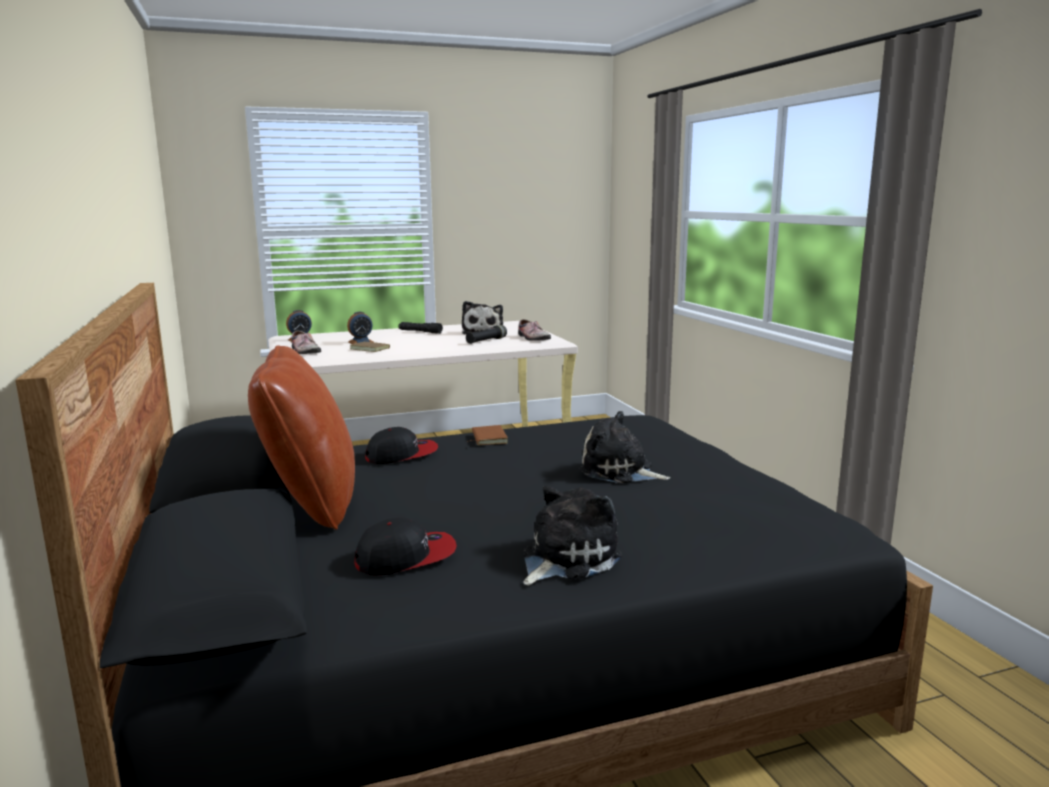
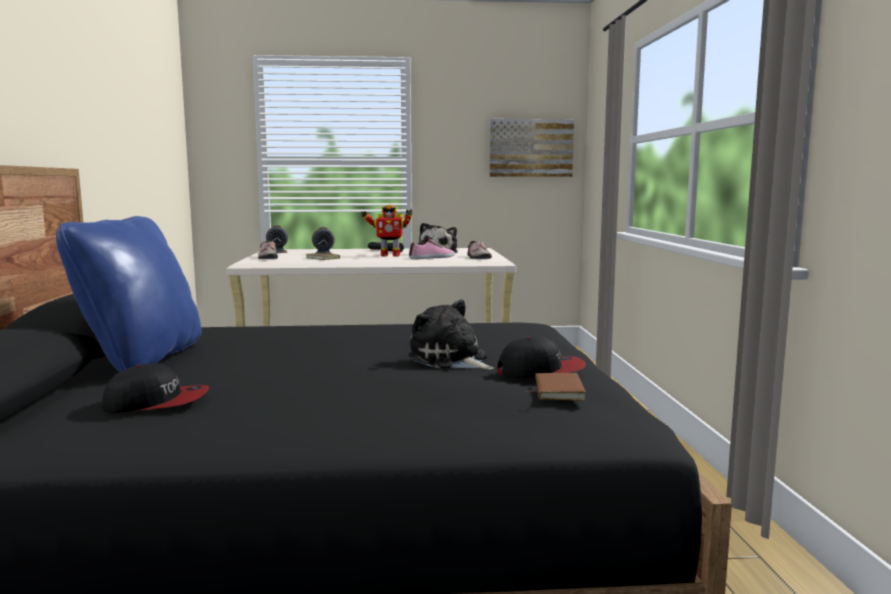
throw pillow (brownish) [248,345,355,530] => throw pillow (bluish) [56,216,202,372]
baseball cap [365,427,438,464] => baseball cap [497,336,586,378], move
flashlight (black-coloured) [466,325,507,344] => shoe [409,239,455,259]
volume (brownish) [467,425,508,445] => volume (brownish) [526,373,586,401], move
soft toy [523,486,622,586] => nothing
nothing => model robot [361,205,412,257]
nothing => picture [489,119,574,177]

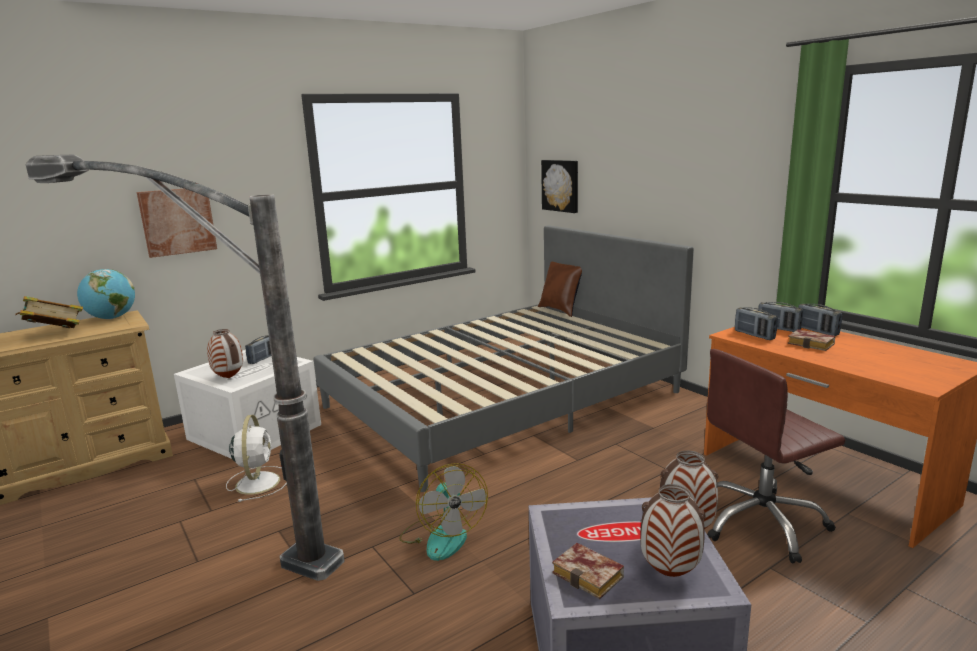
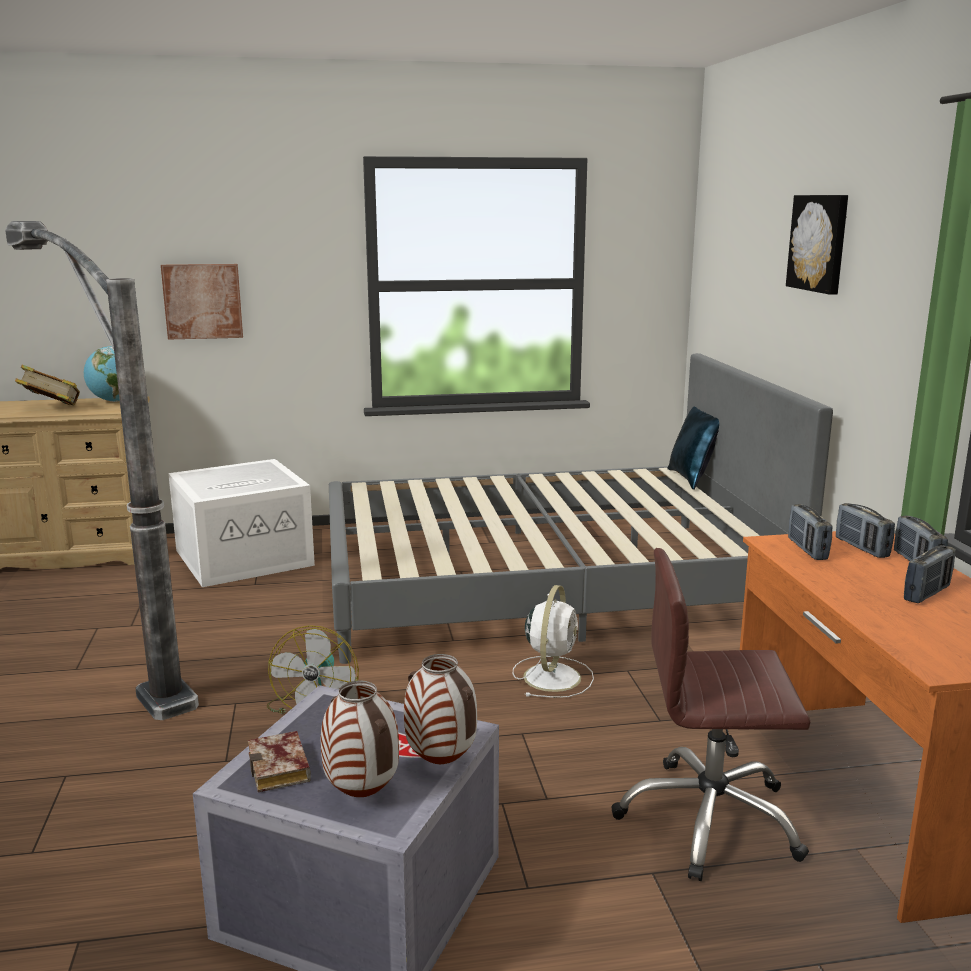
flower vase [207,329,243,378] => nothing
electric fan (white-coloured) [226,415,287,502] => electric fan (white-coloured) [513,585,594,698], move
radio [245,335,272,364] => radio [904,545,956,604], move
throw pillow (brownish) [538,262,582,317] => throw pillow (bluish) [667,407,719,490]
picture [541,160,578,213] => picture [786,195,848,295], move
volume [788,329,836,351] => nothing

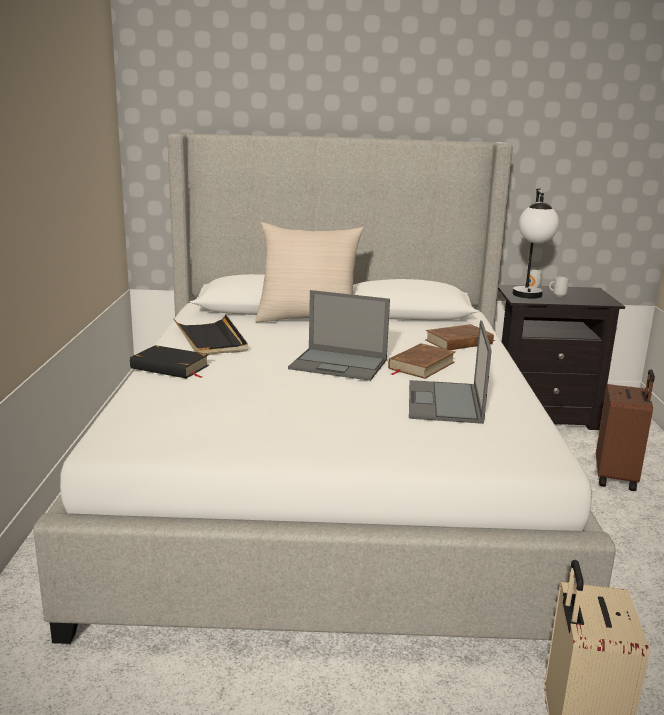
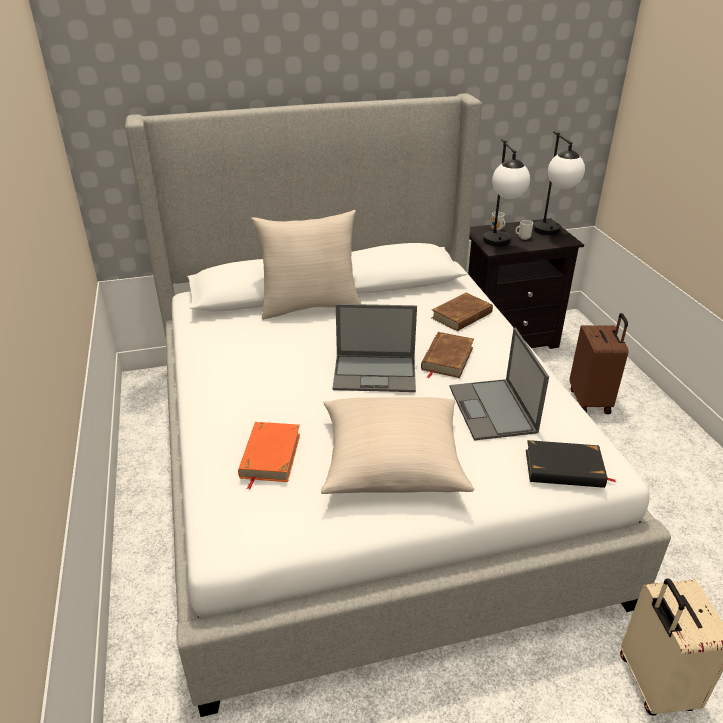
volume (black-coloured) [130,345,209,379] => volume (black-coloured) [526,440,616,488], move
carrying tray (black-coloured) [173,314,248,355] => nothing
nothing => volume (orange-coloured) [238,422,300,489]
nothing => throw pillow (beige) [321,397,474,494]
nothing => tabletop lamp [534,131,585,235]

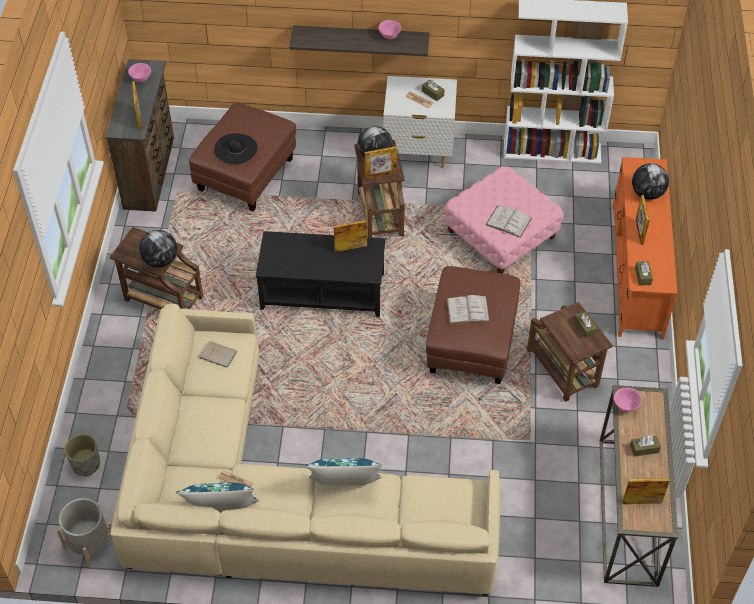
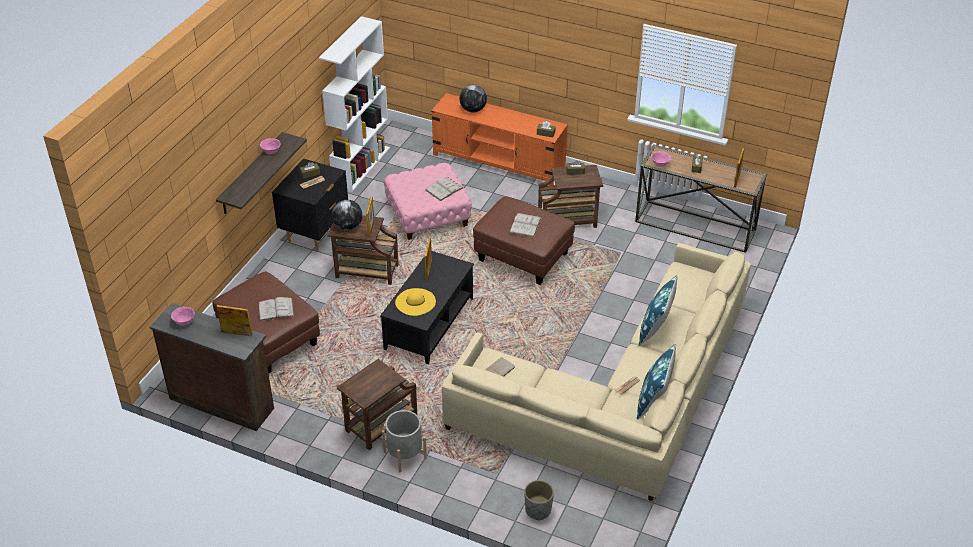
flower pot (grey) [56,498,112,568] => flower pot (grey) [382,410,427,472], move
desk globe [139,230,177,268] => nothing
clothing hat (black-coloured) [214,133,257,164] => volume (white-coloured) [258,297,294,321]
bedside table (white-coloured) [383,76,457,168] => bedside table (black-coloured) [272,158,348,252]
picture frame [636,195,650,245] => nothing
nothing => clothing hat (yellow) [395,288,436,316]

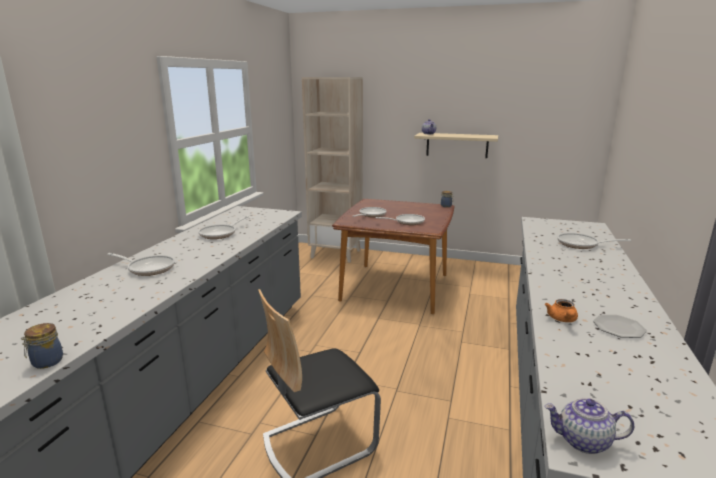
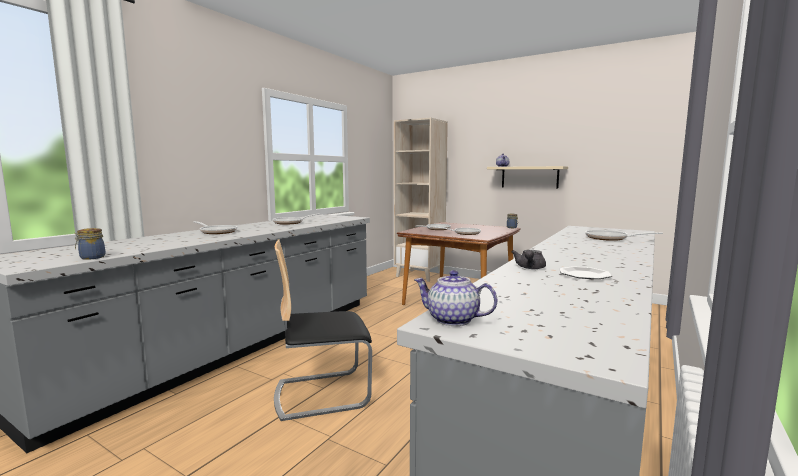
tea pot (orange-coloured) [545,299,578,322] => tea pot (grey) [512,250,546,269]

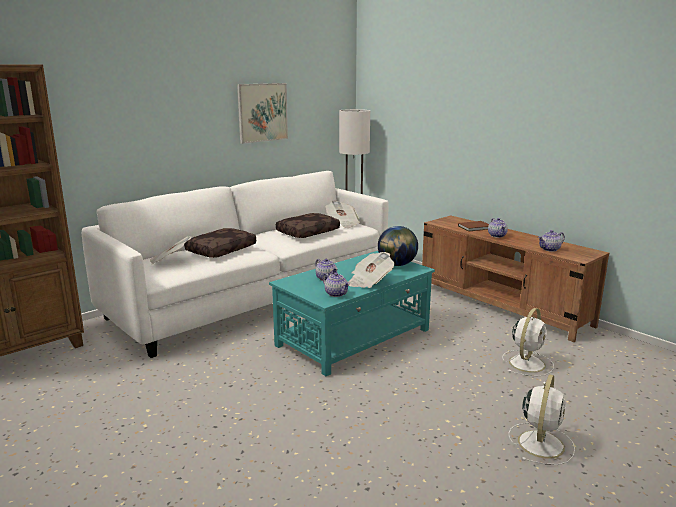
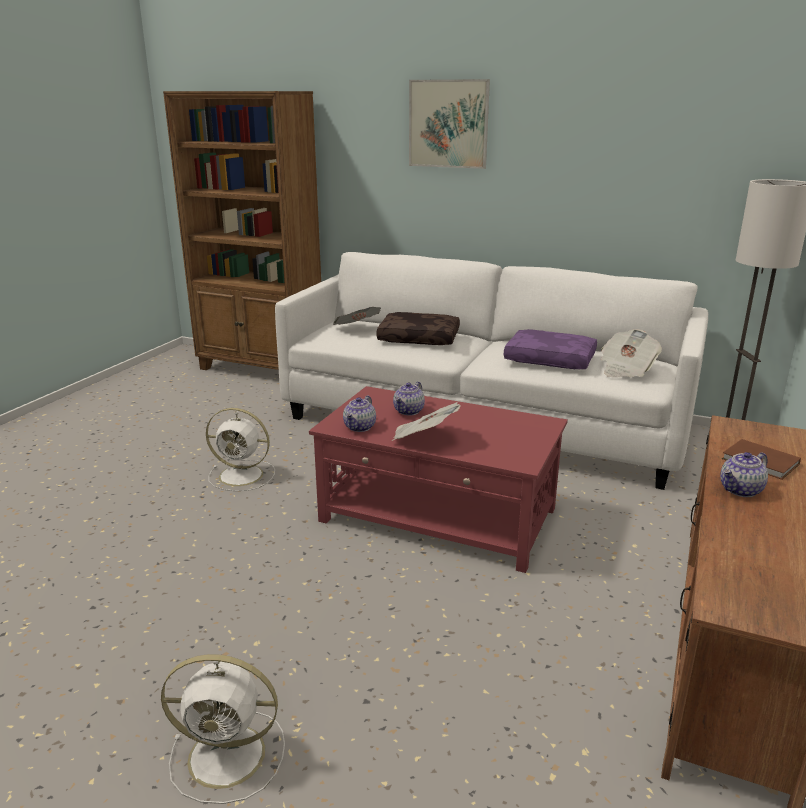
picture [237,83,288,144] => picture [409,79,490,169], move
low table (blue-green) [269,251,435,376] => low table (reddish) [309,386,568,573]
throw pillow (brownish) [276,213,340,238] => throw pillow (purple-coloured) [504,329,597,369]
desk globe [378,226,418,266] => nothing
electric fan (white-coloured) [502,308,554,377] => electric fan (white-coloured) [206,408,275,491], move
tea pot [538,230,565,252] => nothing

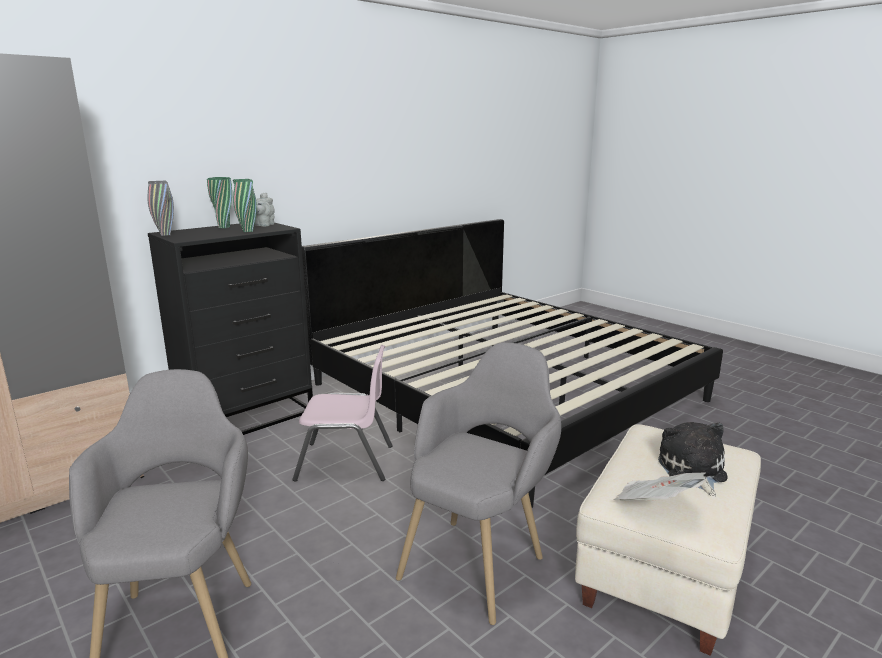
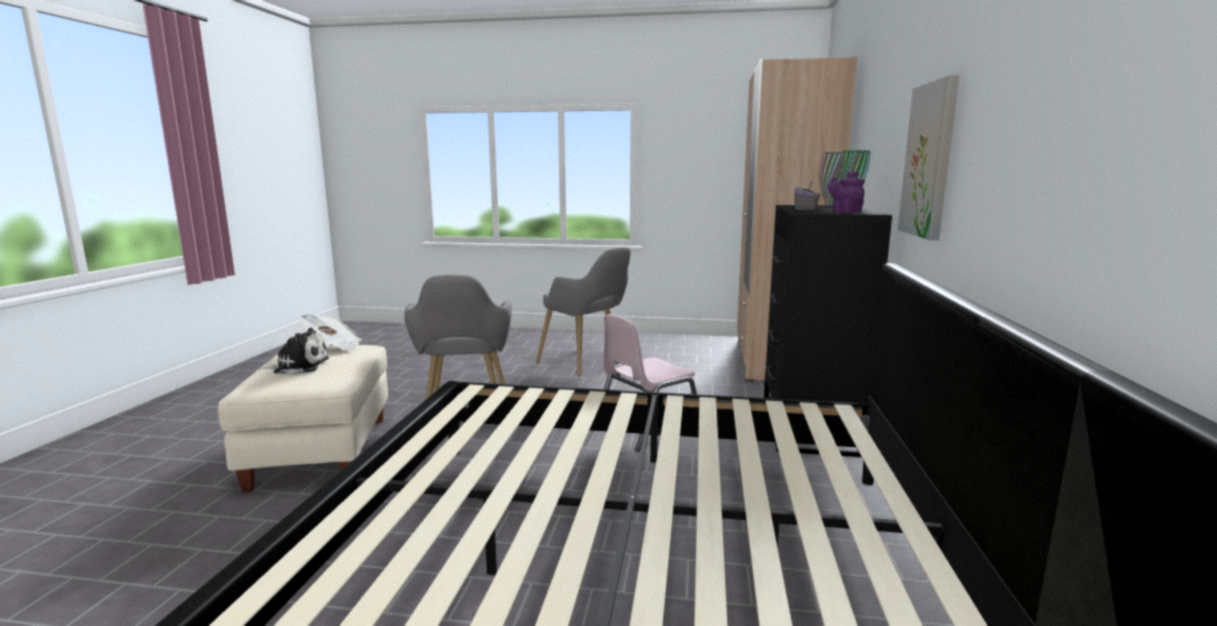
flower vase (greenish) [233,179,257,232] => box of tissues (grey) [794,181,820,211]
tea pot (grey) [255,193,274,226] => tea pot (purple-coloured) [828,171,865,213]
soft toy [658,422,727,496] => soft toy [259,328,329,375], 60 degrees counterclockwise
nothing => picture [898,75,959,240]

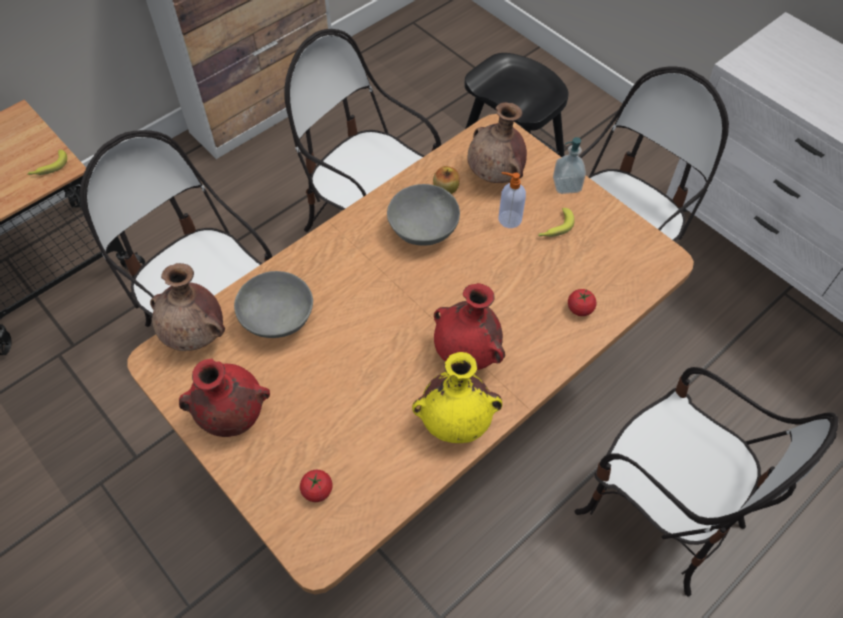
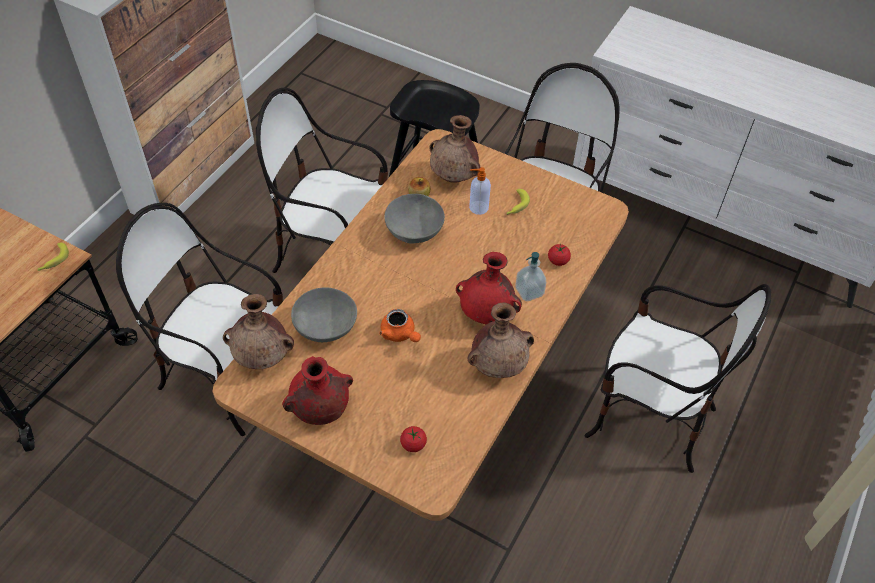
flower vase (yellow) [412,352,502,443] => flower vase (brownish) [467,303,534,378]
liquid soap bottle [553,137,586,194] => liquid soap bottle [516,252,546,301], move
nothing => tea pot (orange-coloured) [379,309,421,342]

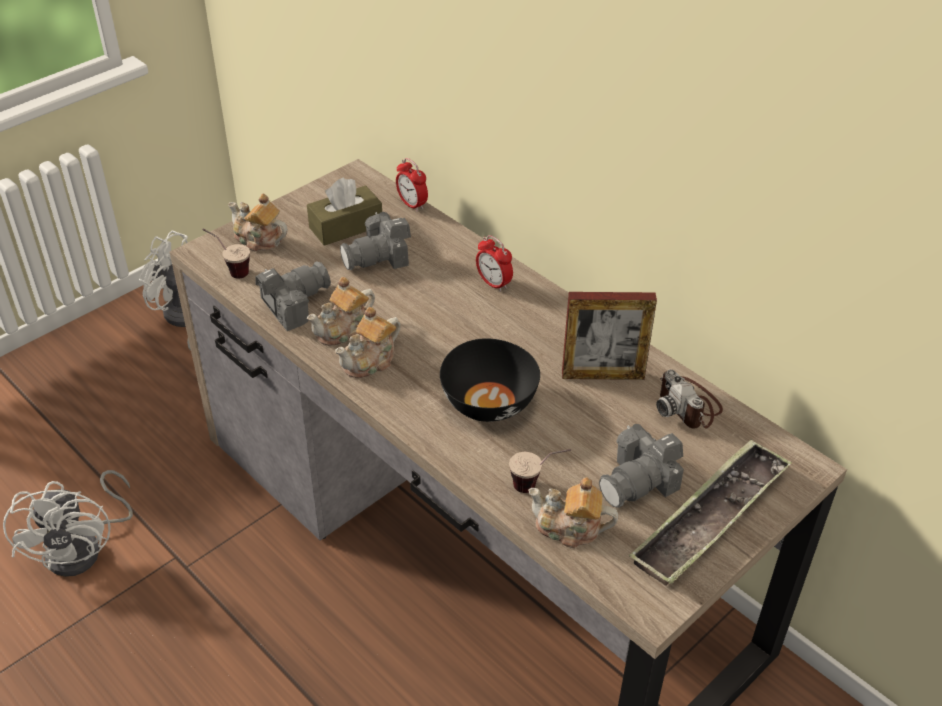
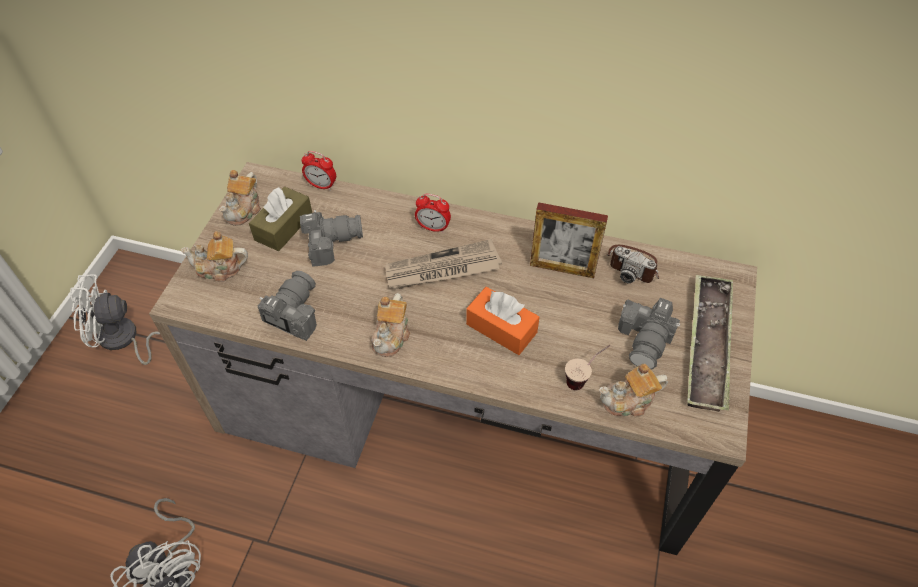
cup [202,229,250,279] => nothing
tea pot [307,277,375,346] => tea pot [219,170,261,226], move
still camera [340,212,411,270] => still camera [300,210,363,267], 135 degrees counterclockwise
serving bowl (black-coloured) [440,338,540,422] => box of tissues (orange-coloured) [466,287,540,355]
picture frame [562,292,657,380] => picture frame [530,202,608,278], 45 degrees clockwise
nothing => daily paper [385,239,502,290]

